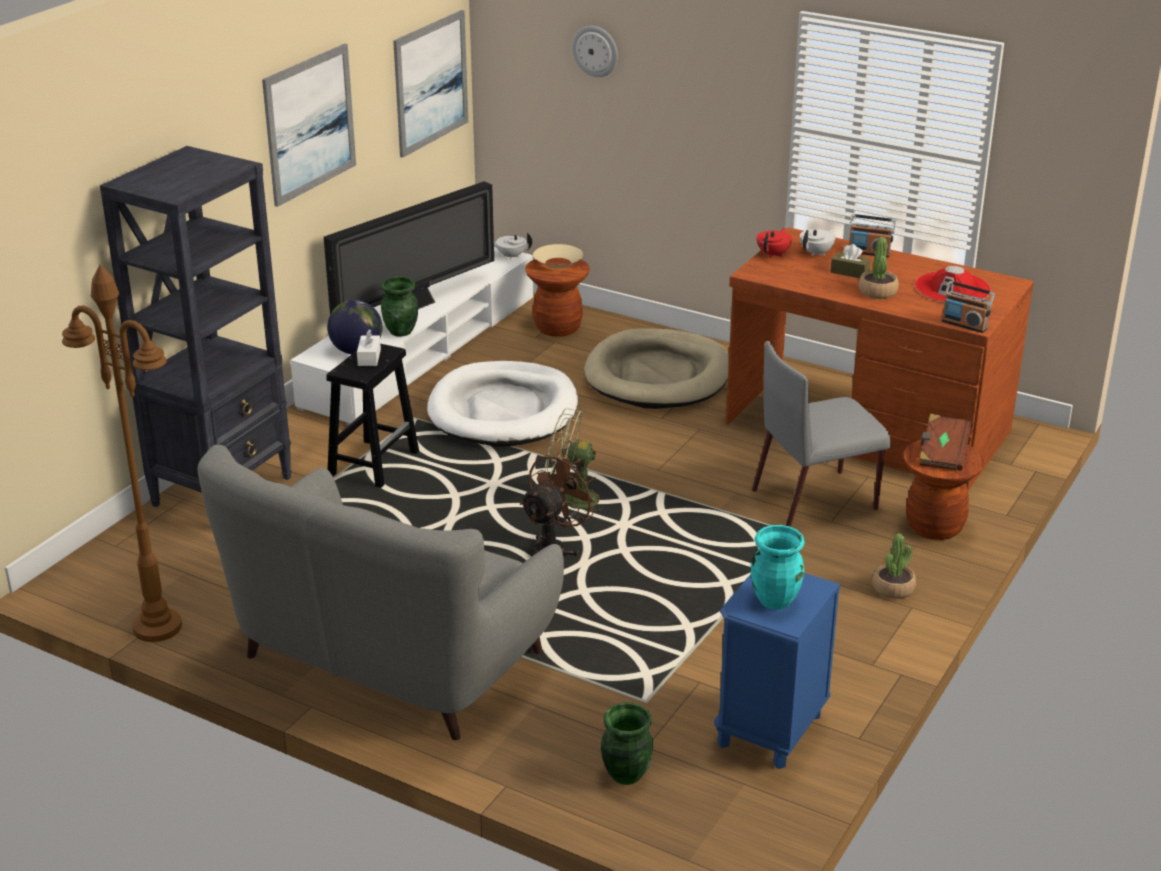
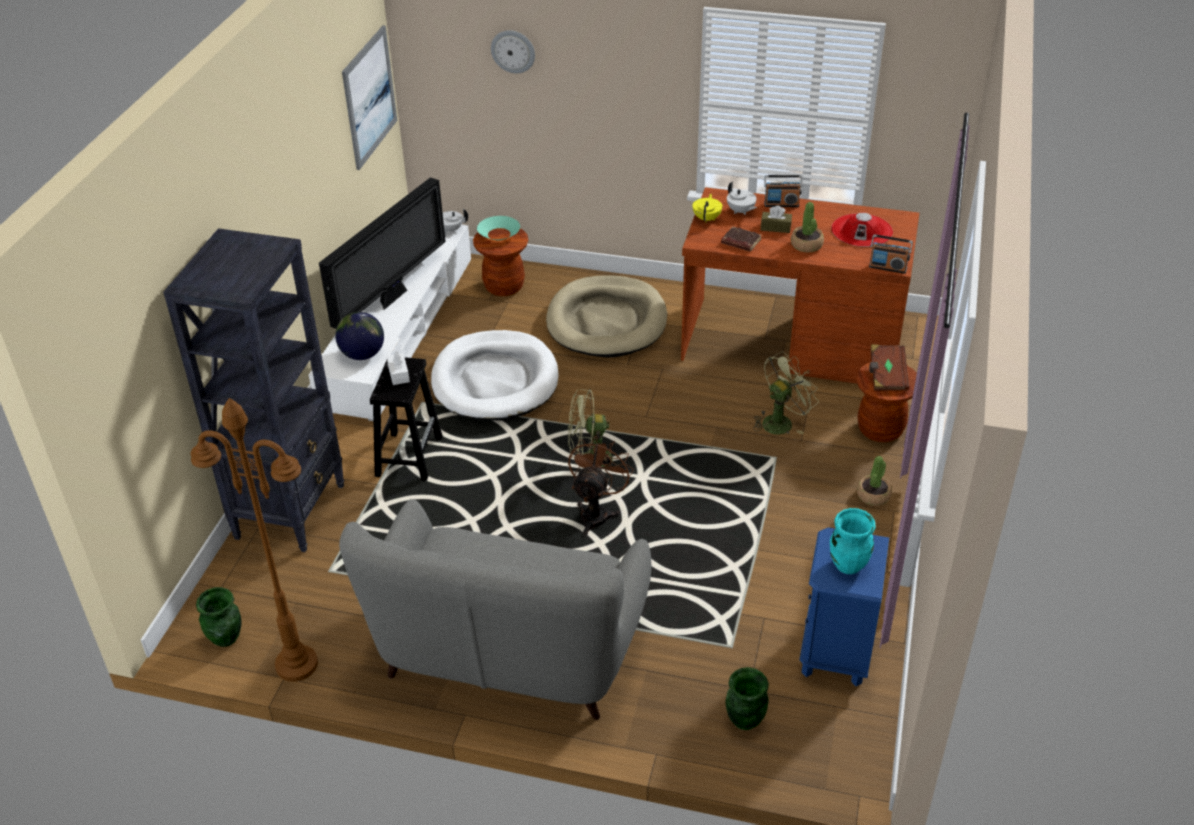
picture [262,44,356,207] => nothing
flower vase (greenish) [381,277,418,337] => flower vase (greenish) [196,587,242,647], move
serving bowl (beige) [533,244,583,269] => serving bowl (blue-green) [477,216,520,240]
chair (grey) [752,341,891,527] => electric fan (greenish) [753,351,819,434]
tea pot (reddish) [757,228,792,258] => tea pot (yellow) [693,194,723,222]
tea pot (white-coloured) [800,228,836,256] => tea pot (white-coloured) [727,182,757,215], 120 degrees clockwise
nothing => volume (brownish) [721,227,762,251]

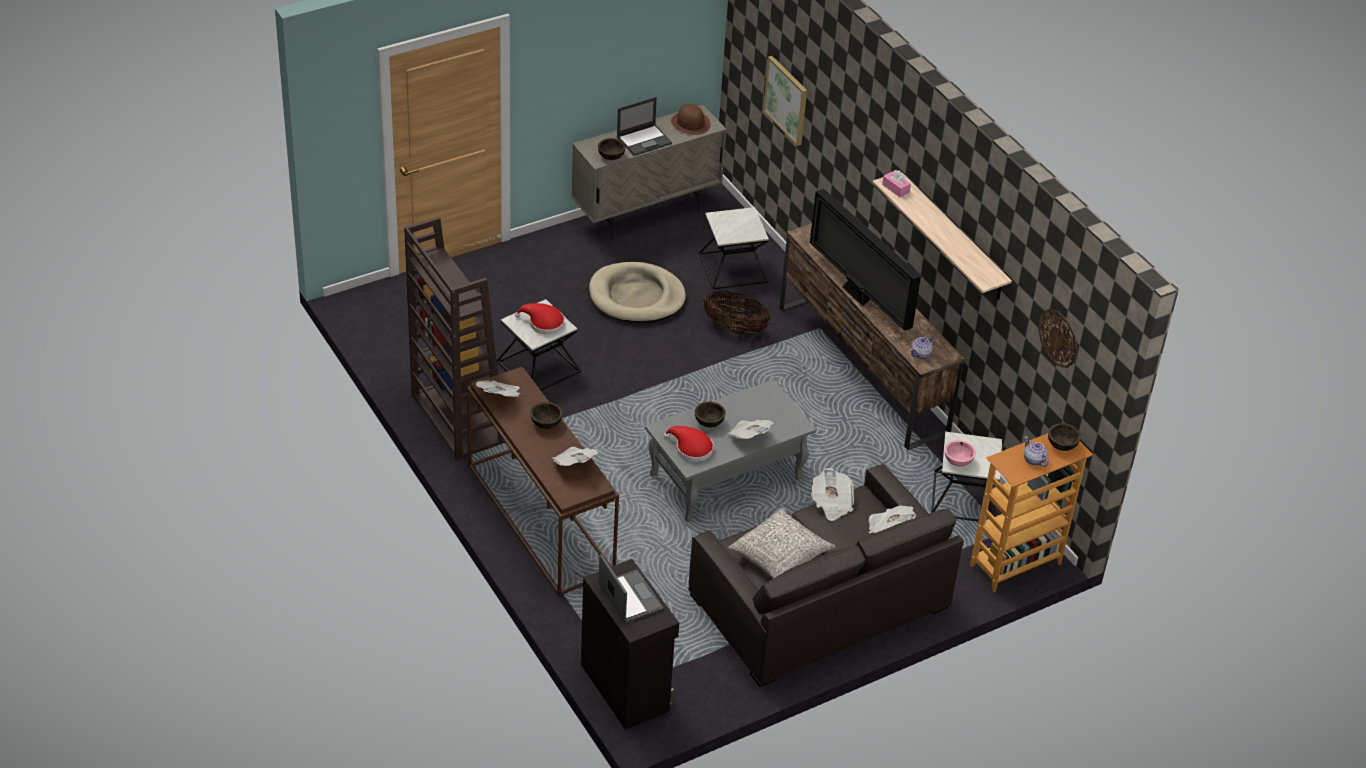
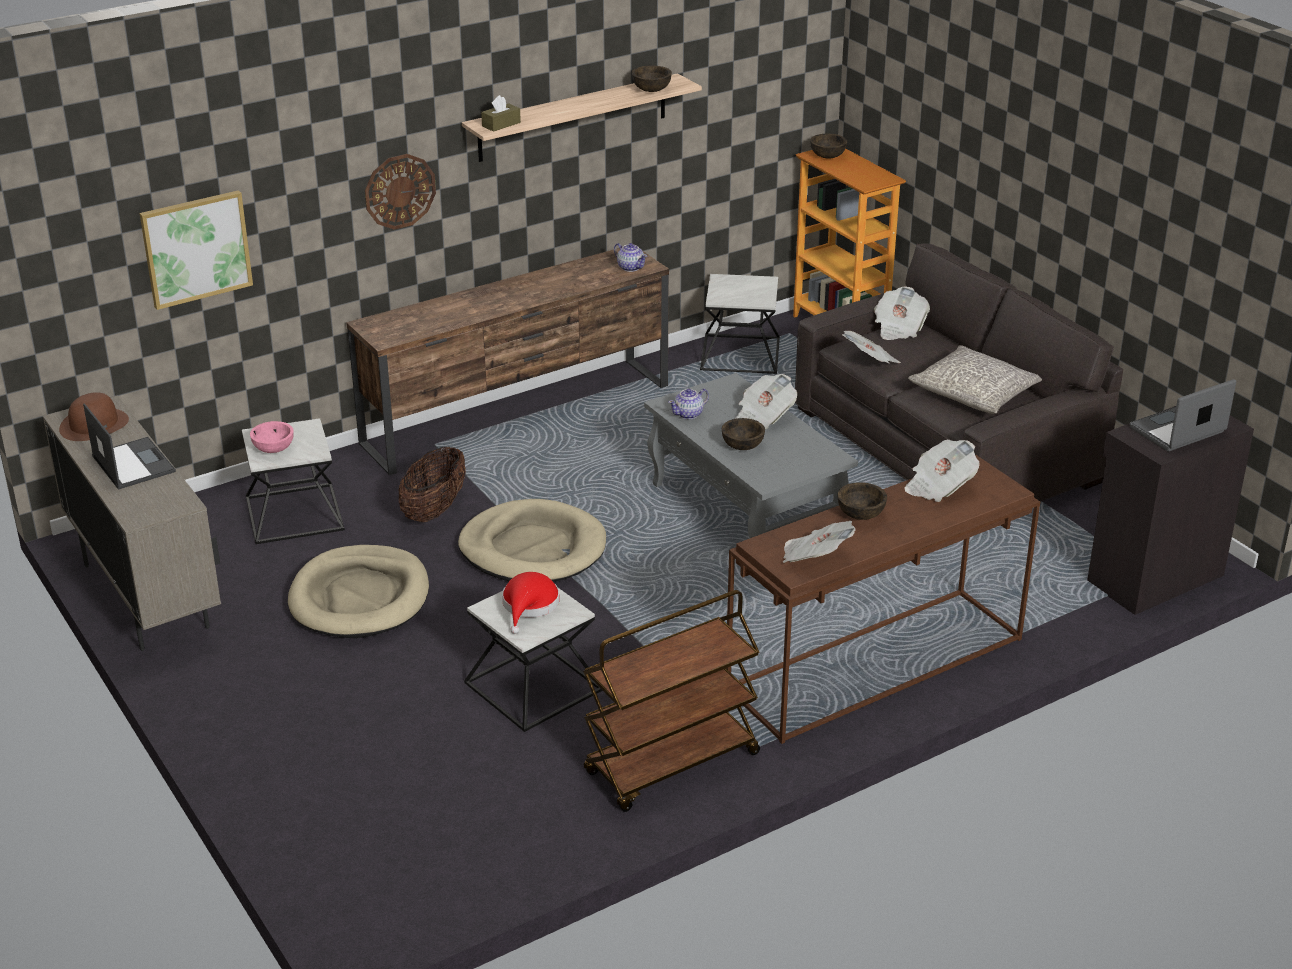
bookshelf (brownish) [404,217,505,461] => cart (brownish) [583,590,760,812]
serving bowl (brownish) [598,138,626,160] => serving bowl (brownish) [632,65,672,92], move
clothing hat (reddish) [663,426,713,462] => nothing
television [810,188,921,331] => nothing
box of tissues (pink-coloured) [882,170,911,197] => box of tissues (brownish) [481,95,521,132]
serving bowl (pink-coloured) [945,440,976,467] => serving bowl (pink-coloured) [250,421,294,453], move
tea pot [1024,436,1049,467] => tea pot [668,389,709,419], move
clock on the wall [1038,309,1078,368] => clock on the wall [365,154,436,230], move
nothing => dog bed (beige) [458,499,606,582]

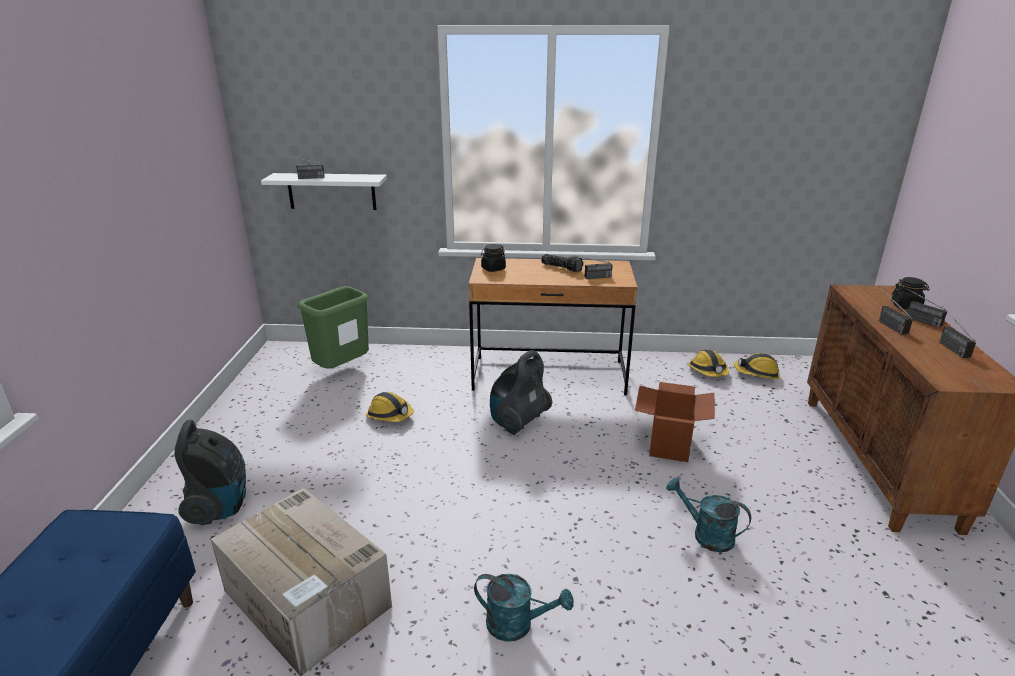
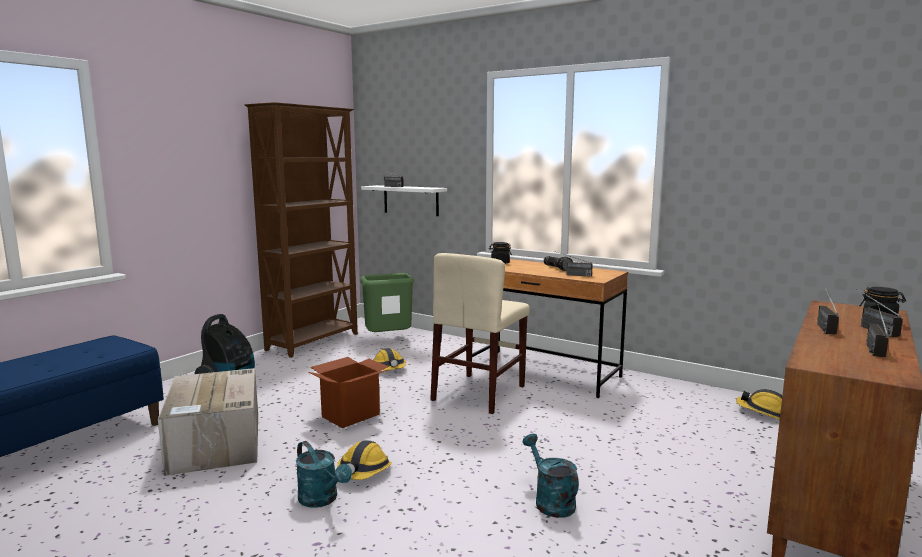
vacuum [490,350,552,435] => chair (beige) [430,253,530,414]
cardboard box [635,382,715,462] => cardboard box [308,357,389,428], move
safety helmet [688,350,729,377] => safety helmet [337,440,392,480], move
nothing => bookshelf (brownish) [244,102,358,358]

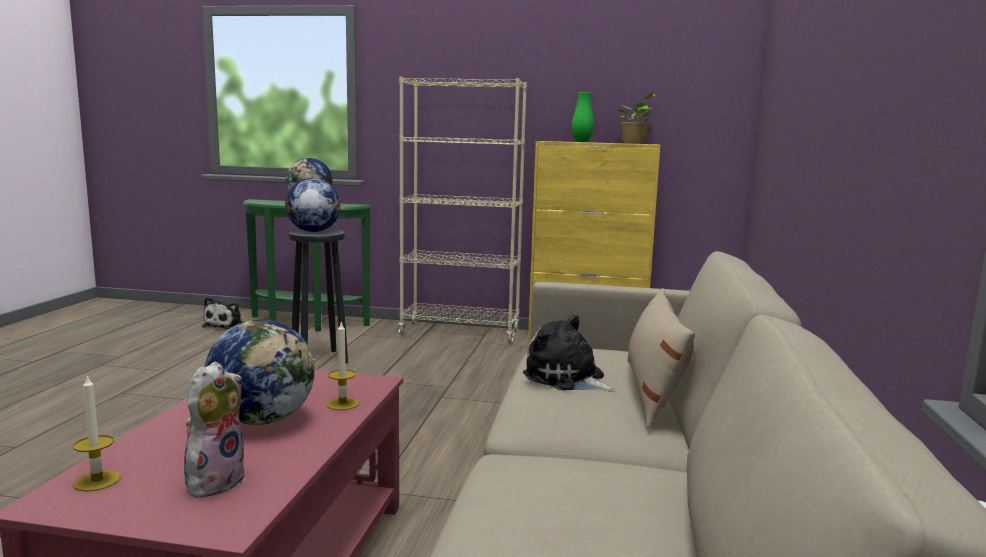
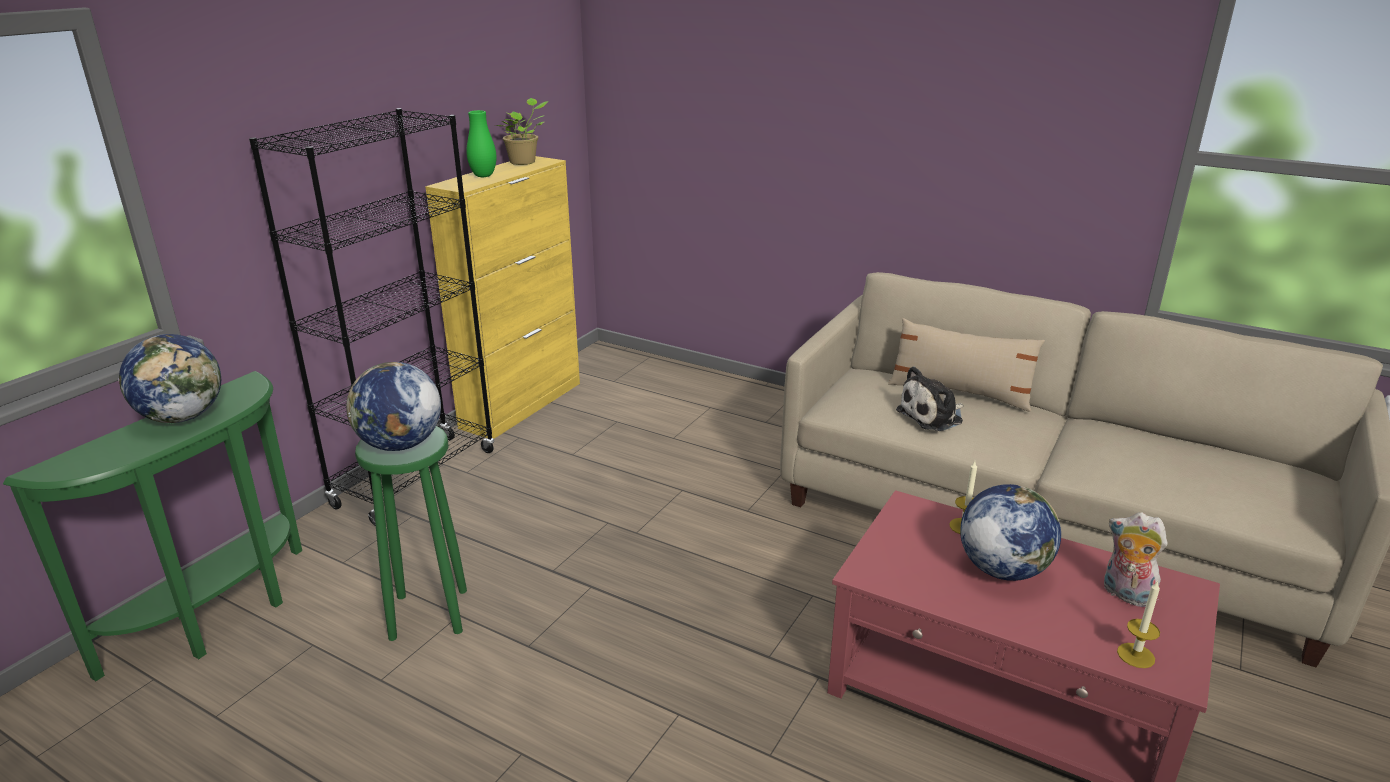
soft toy [202,297,244,329] => nothing
stool (black-coloured) [289,229,348,363] => stool (greenish) [355,426,467,641]
bookshelf (beige) [399,77,527,343] => bookshelf (black-coloured) [249,108,494,526]

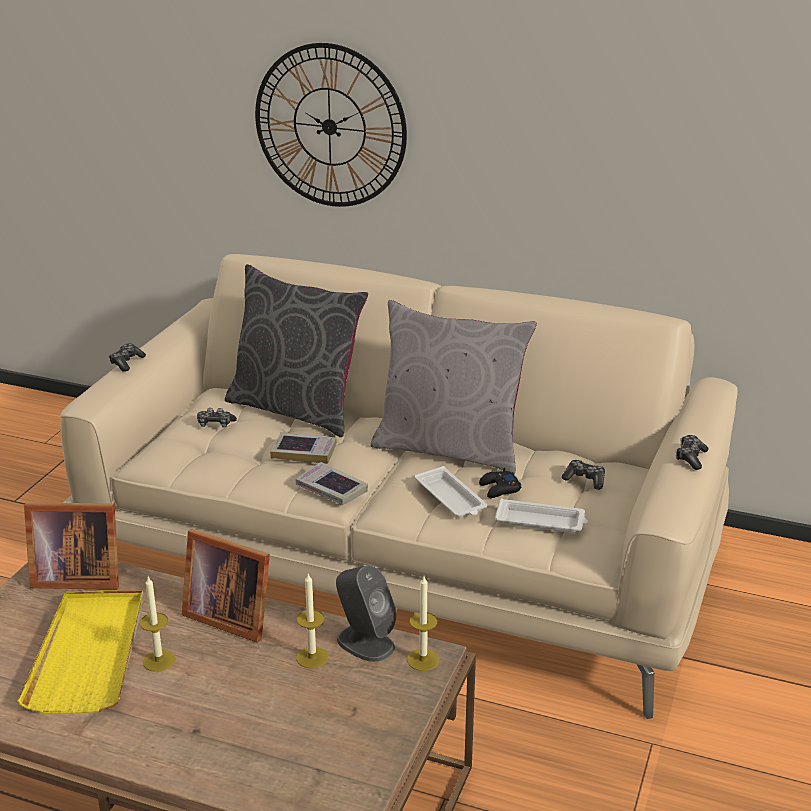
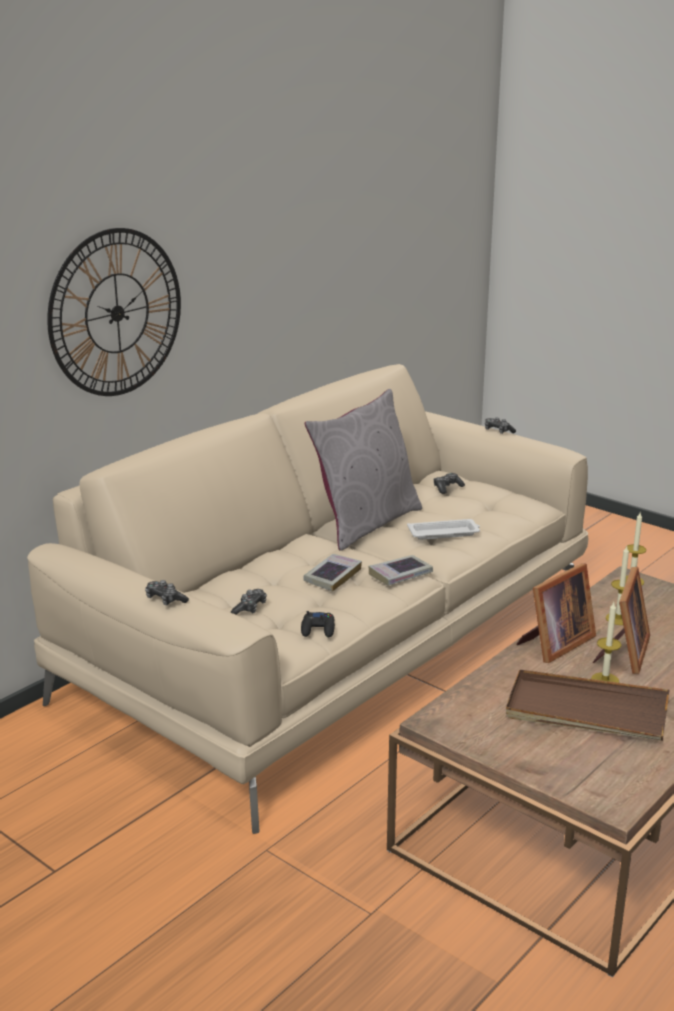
carrying tray (yellow) [17,590,144,714] => carrying tray (brownish) [506,669,670,741]
picture frame [24,502,119,590] => picture frame [593,567,650,674], move
throw pillow (grey) [225,264,368,437] => nothing
speaker (grey) [336,565,397,662] => nothing
game controller (black-coloured) [479,468,521,498] => game controller (black-coloured) [301,611,335,637], move
carrying tray (white-coloured) [495,498,588,533] => nothing

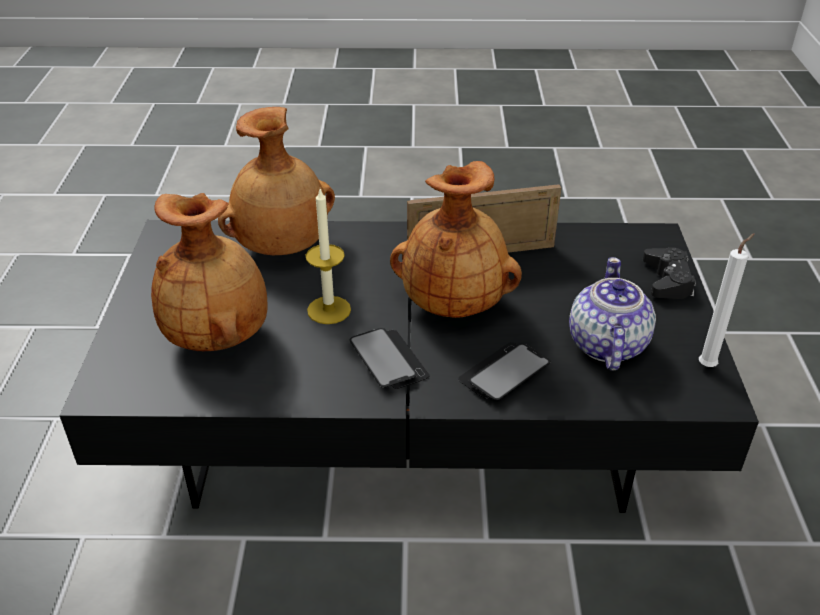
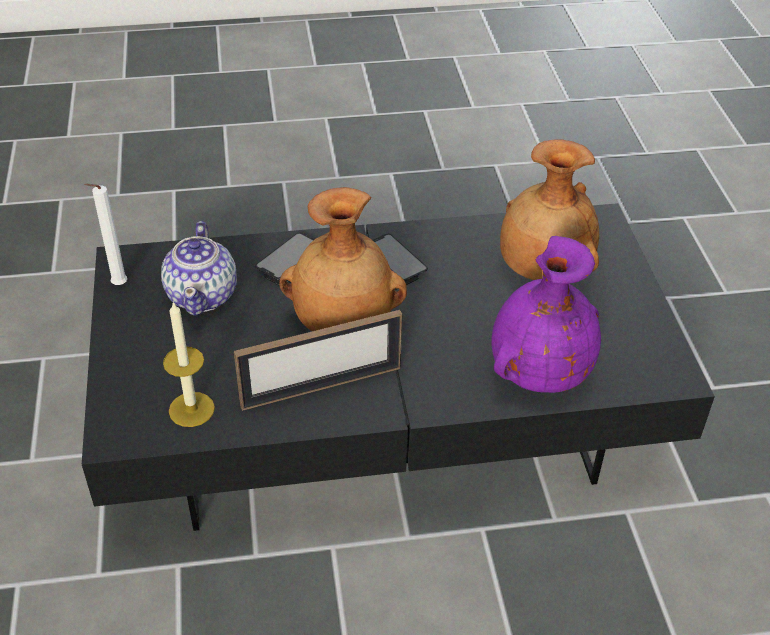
flower vase (brownish) [218,107,335,255] => flower vase (purple-coloured) [491,236,601,393]
wax light [306,189,351,324] => wax light [163,301,215,427], move
game controller (black-coloured) [643,247,696,299] => nothing

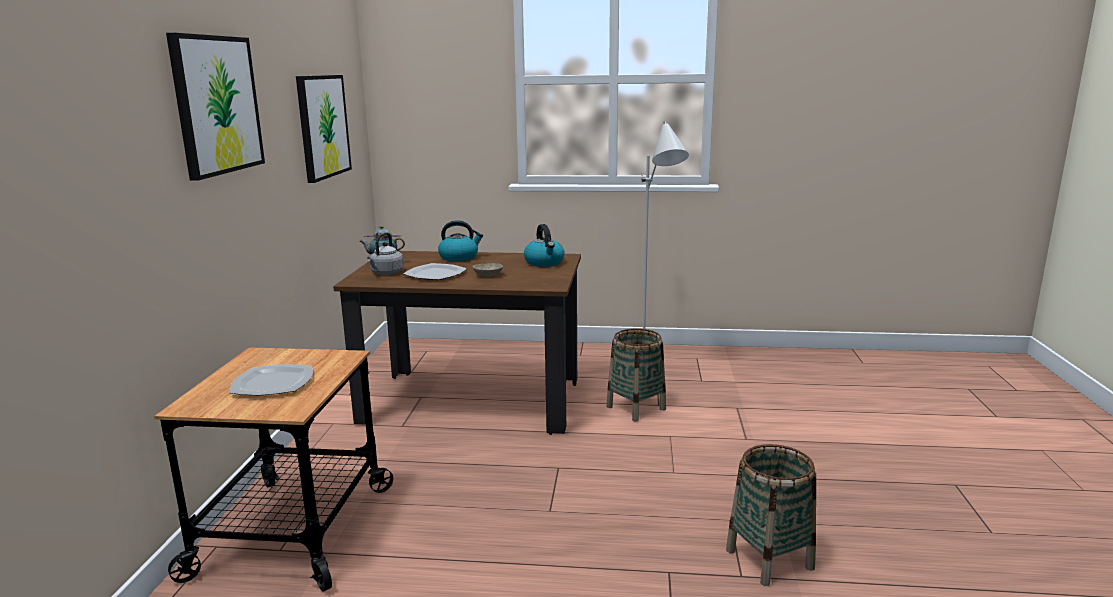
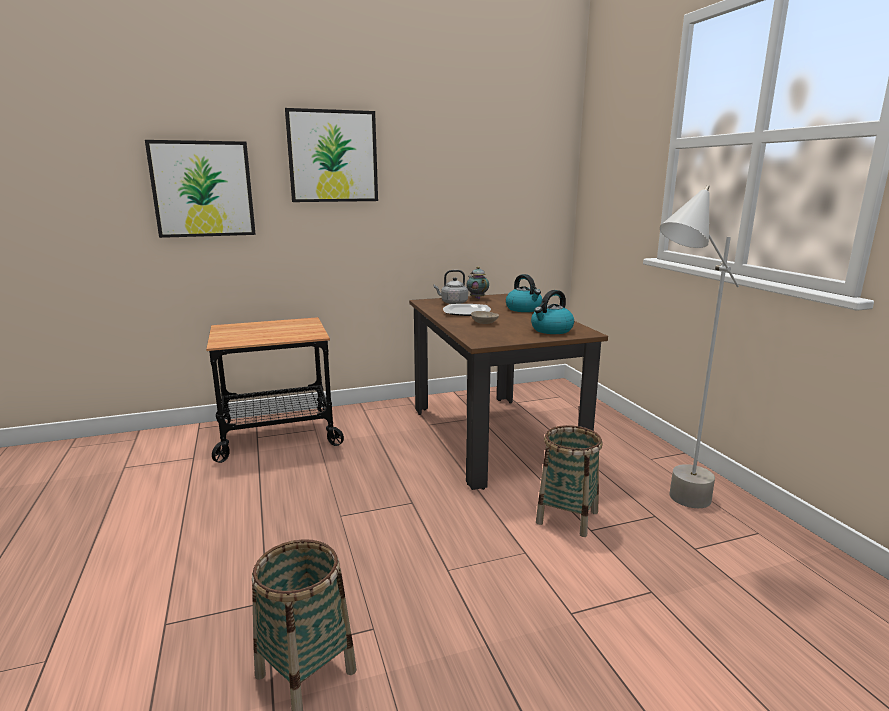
flat dish [230,364,313,395] => nothing
picture [296,75,352,183] => picture [145,140,256,238], move

